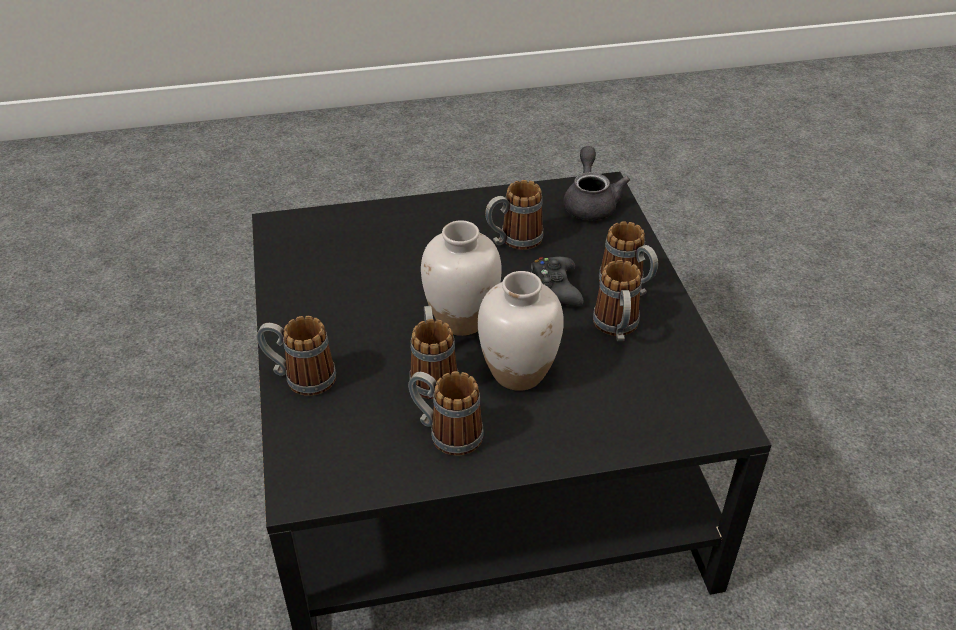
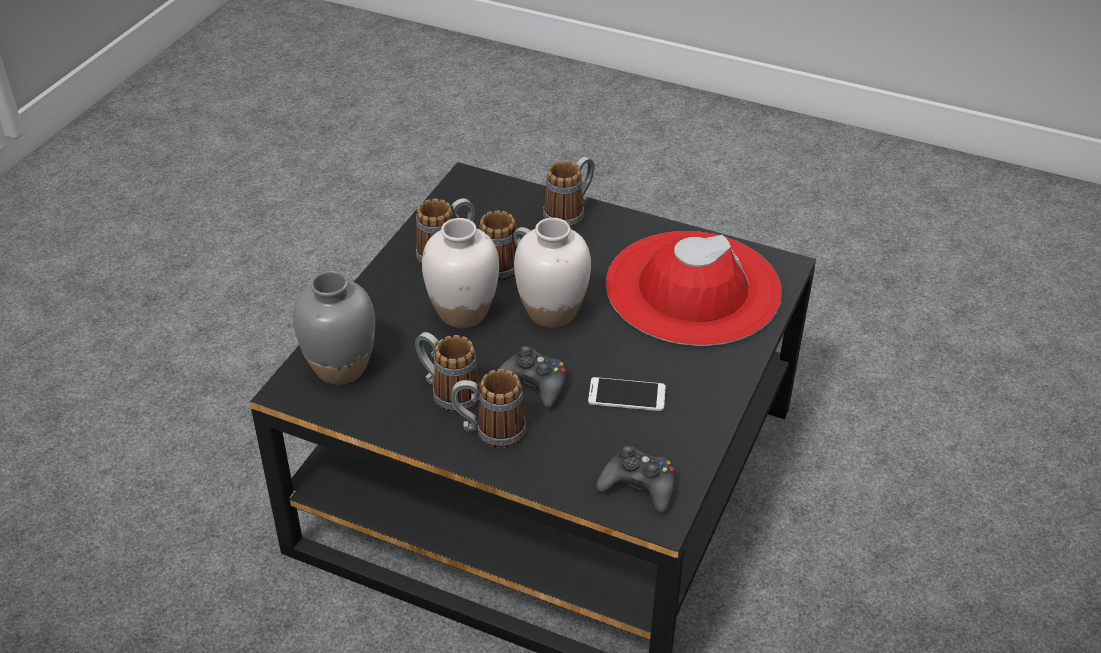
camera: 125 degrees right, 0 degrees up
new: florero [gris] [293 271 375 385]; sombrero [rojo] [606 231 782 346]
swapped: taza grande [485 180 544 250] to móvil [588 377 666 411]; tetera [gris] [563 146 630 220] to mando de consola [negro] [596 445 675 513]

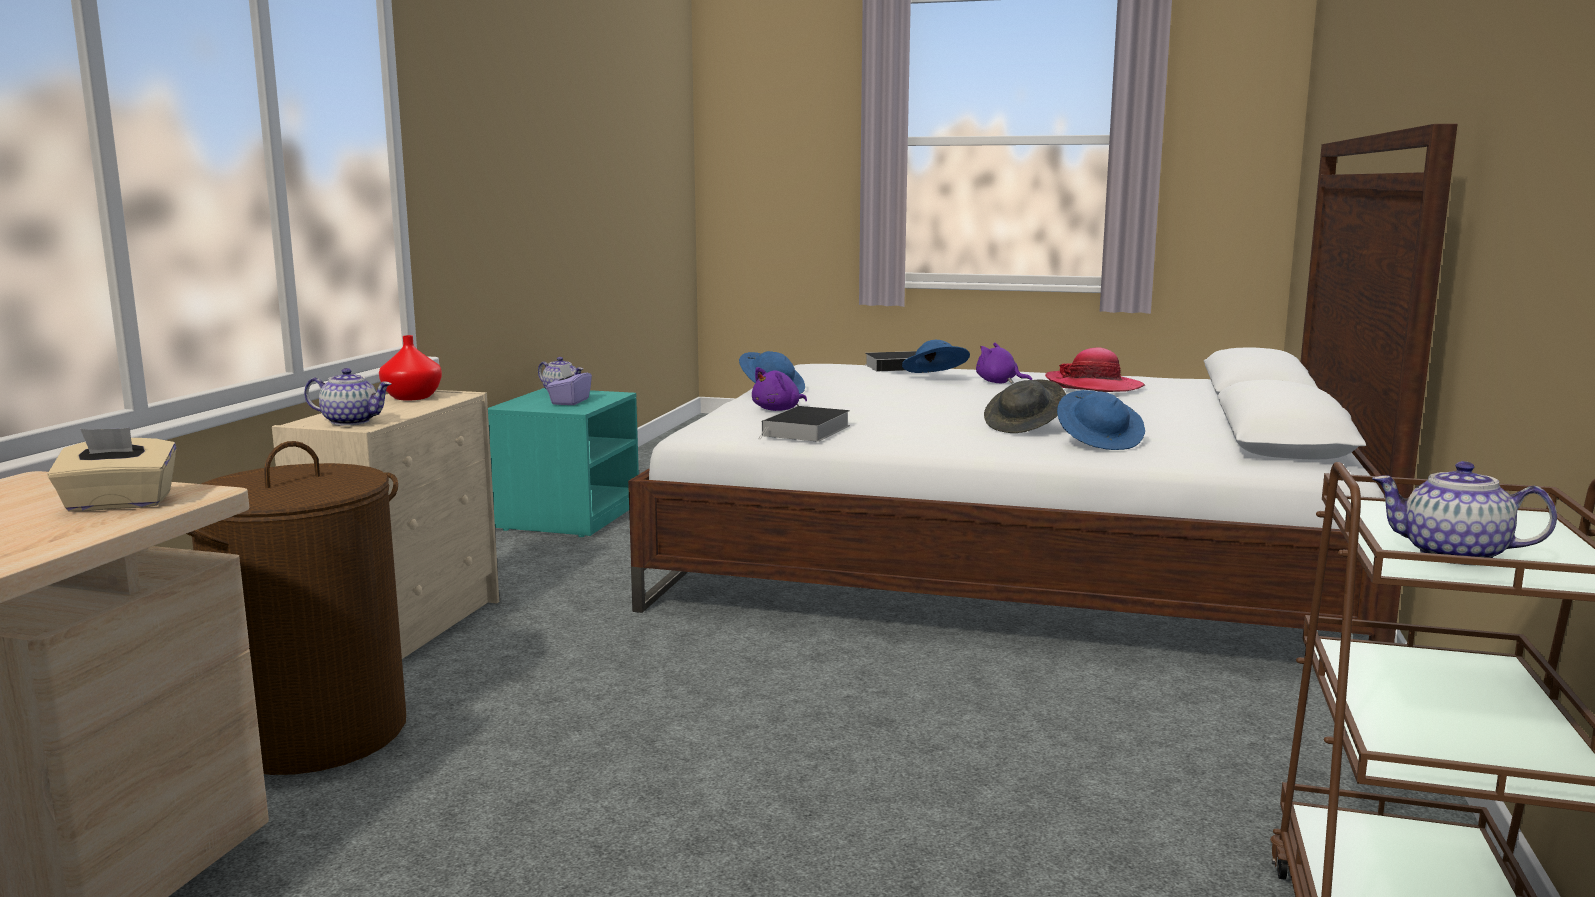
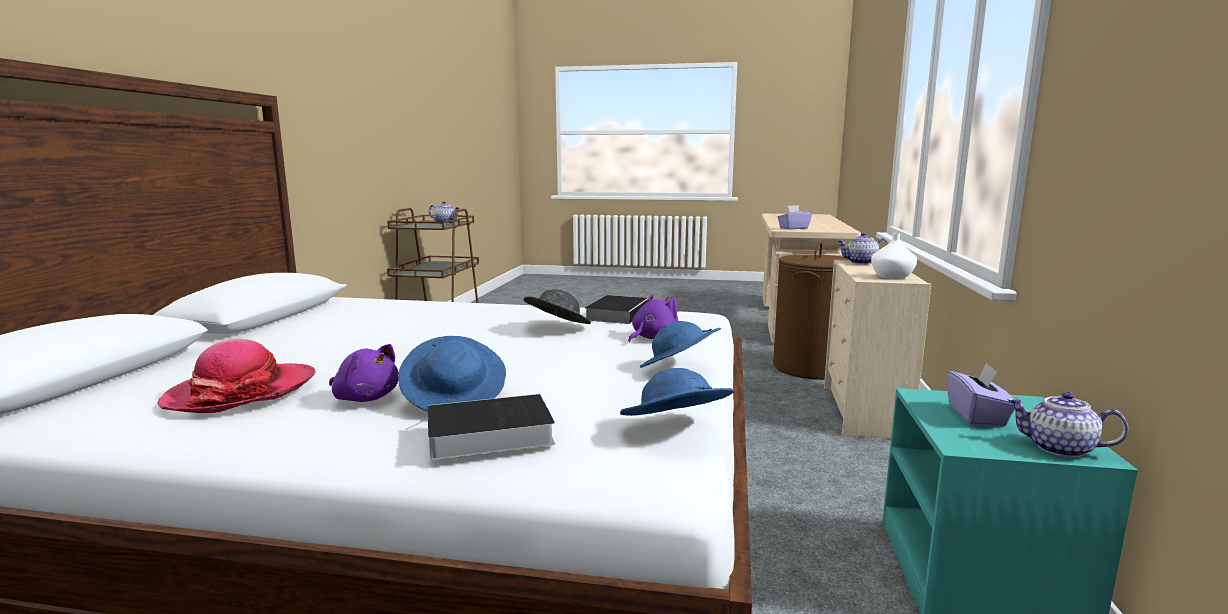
camera: 175 degrees right, 0 degrees up
shifted: sombrero [gris] [984 379 1066 433] to [523 289 591 324]; sombrero [azul] [1057 390 1145 450] to [620 368 734 416]
repainted: caja de pañuelos [beis] [48 428 176 511] to caja de pañuelos [morado] [777 205 812 230]; florero [rojo] [379 335 442 401] to florero [blanco] [871 233 917 279]

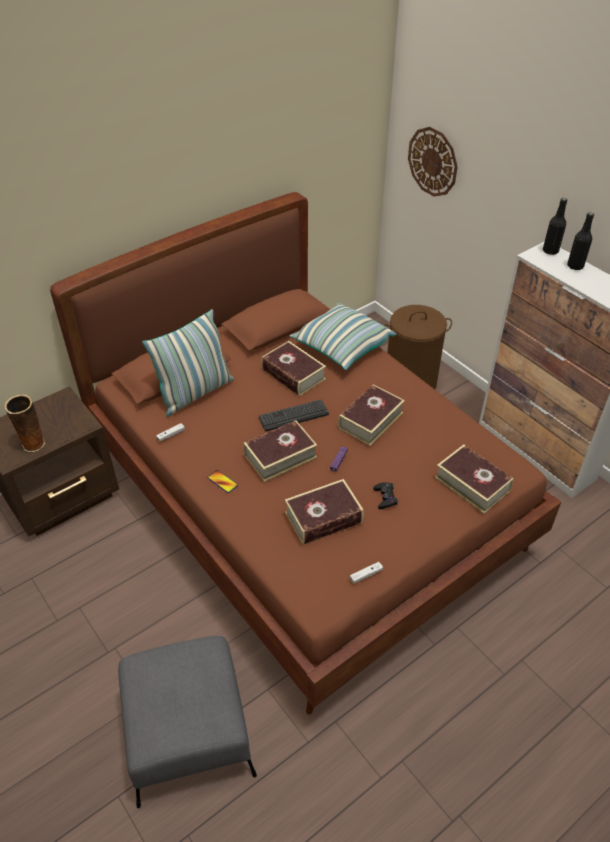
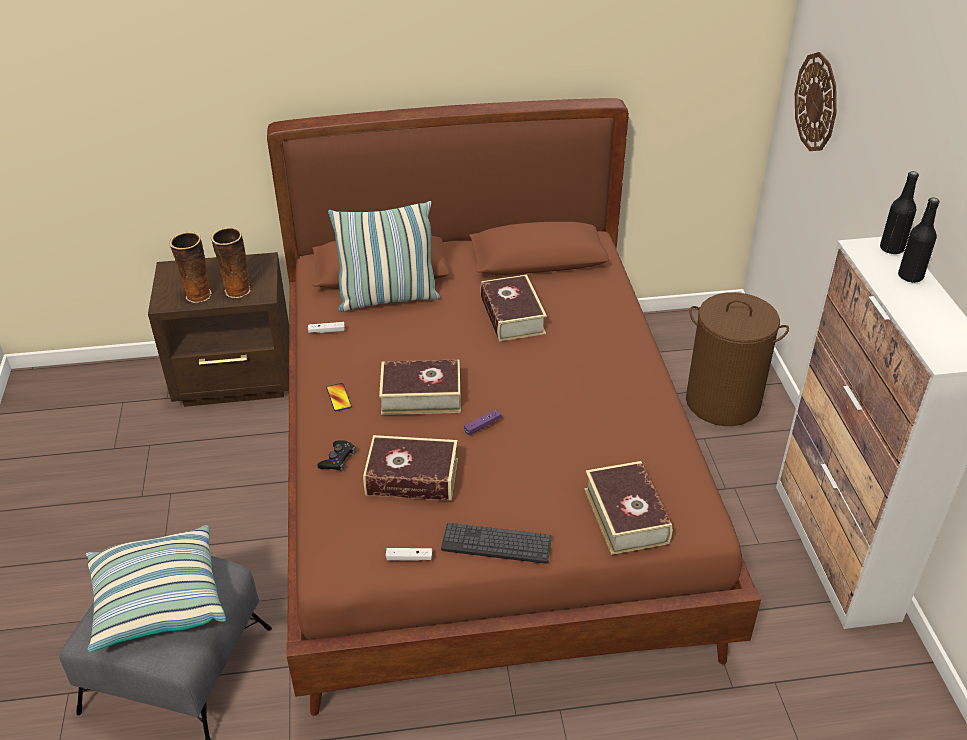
camera: 30 degrees right, 5 degrees down
gone: libro [338 384 405 446]
new: florero [211 227 251 298]
shifted: teclado [259 399 329 432] to [441 523 552 564]; cojín [290 303 396 370] to [86 525 226 652]; mando de consola [negro] [373 482 398 509] to [317 440 356 471]

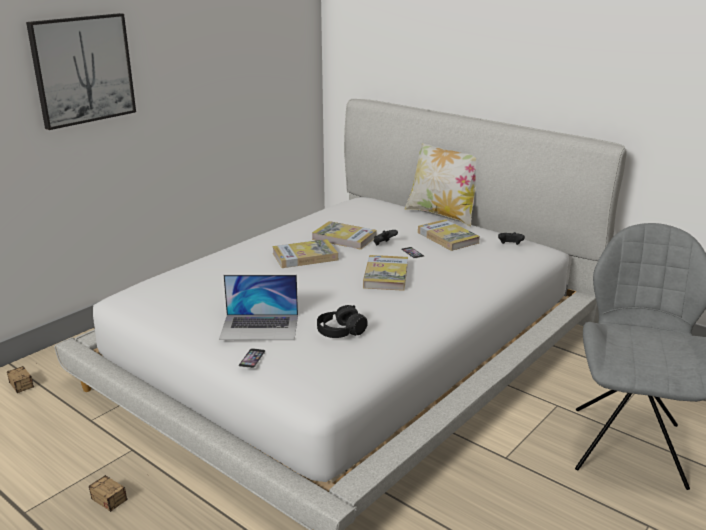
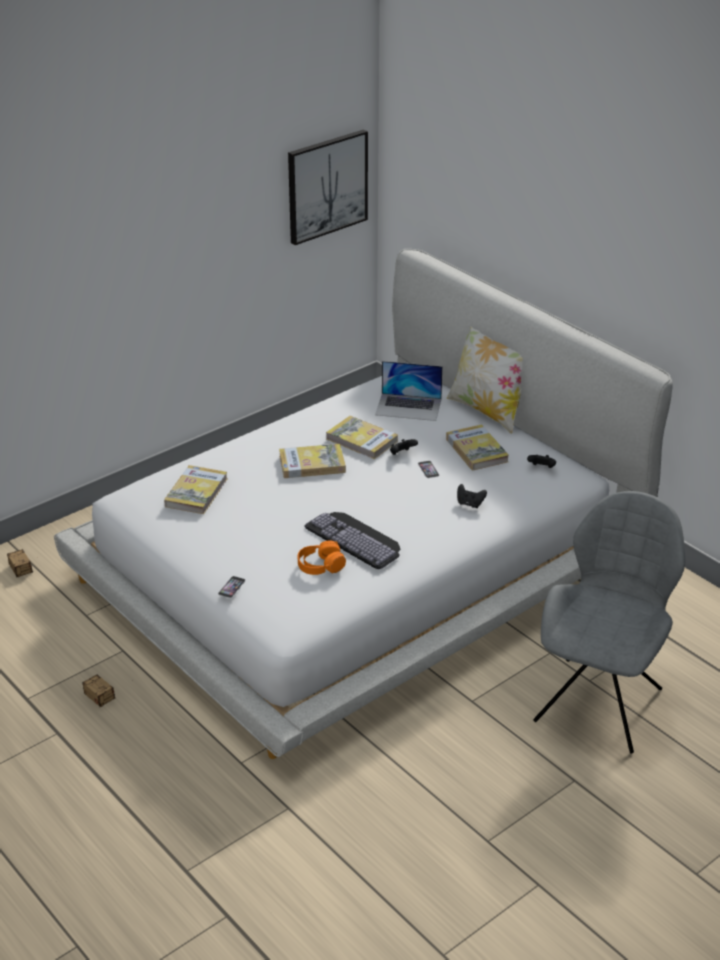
camera: 10 degrees right, 10 degrees up
new: teclado [304 512 400 569]; mando de consola [negro] [457 484 487 508]
shifted: cuadro [26 13 136 130] to [288 129 368 245]; portátil [219 275 298 340] to [375 361 443 421]; libro [363 255 408 291] to [164 465 227 514]
repainted: auriculares [negro] [317 305 368 338] to auriculares [naranja] [298 540 346 575]

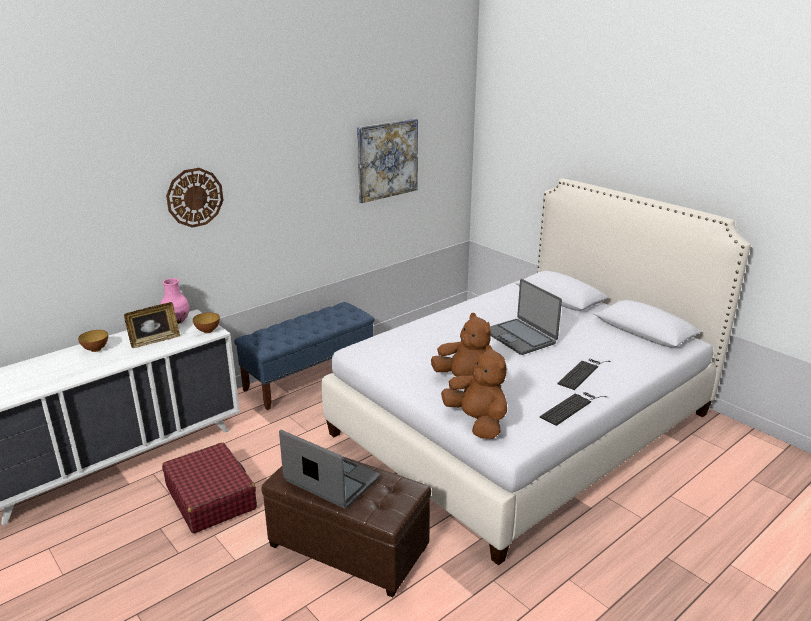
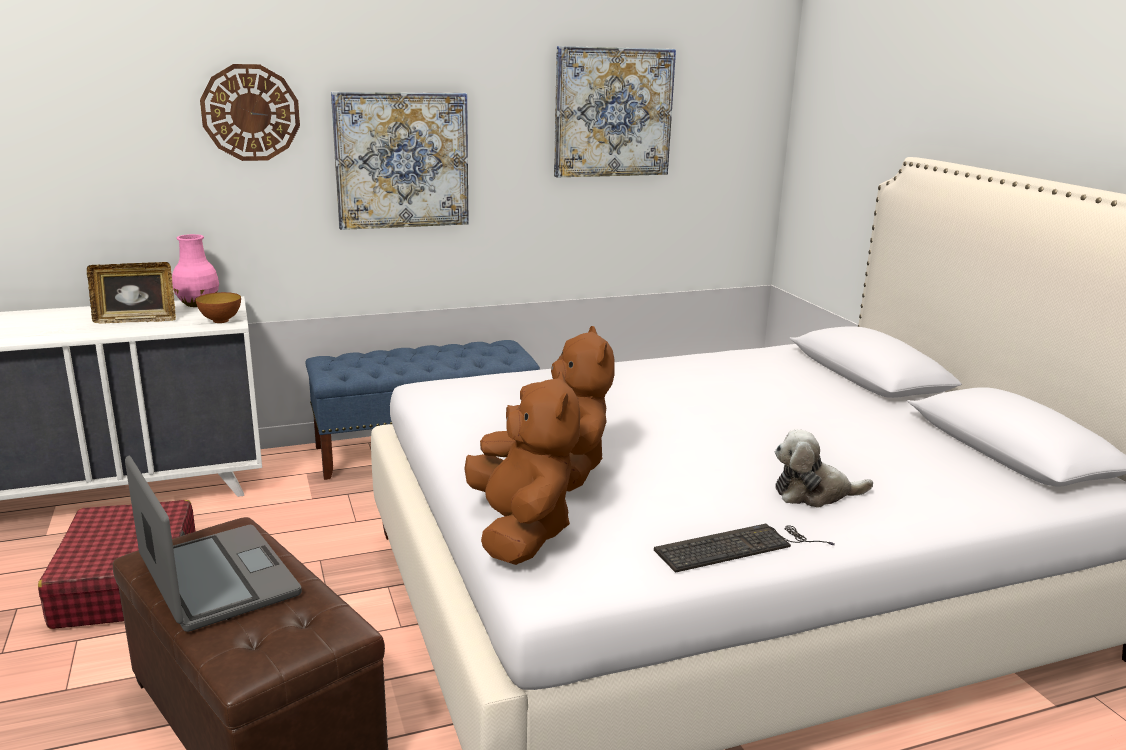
camera: 20 degrees right, 5 degrees down
gone: cuenco [78 330 108 352]; portátil [490 279 562 355]
new: cuadro [331 92 469 230]
swapped: teclado [558 359 611 390] to peluche [775 430 873 508]

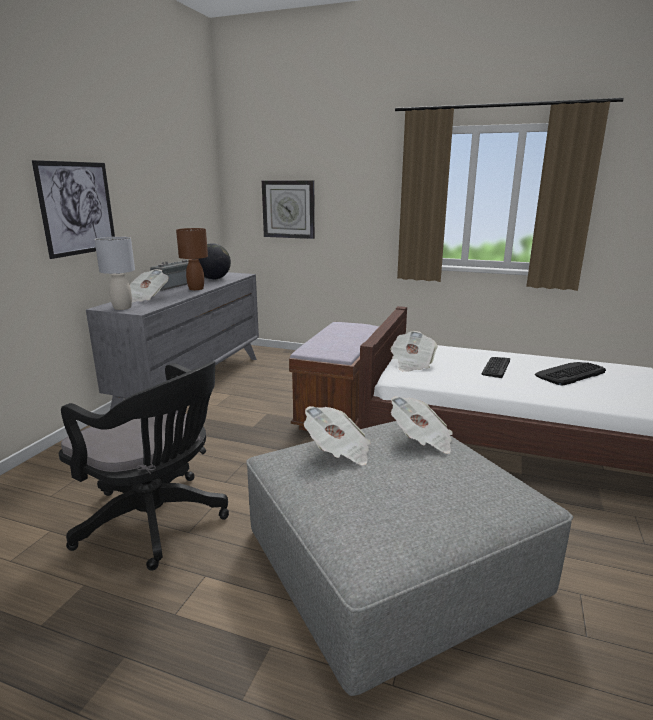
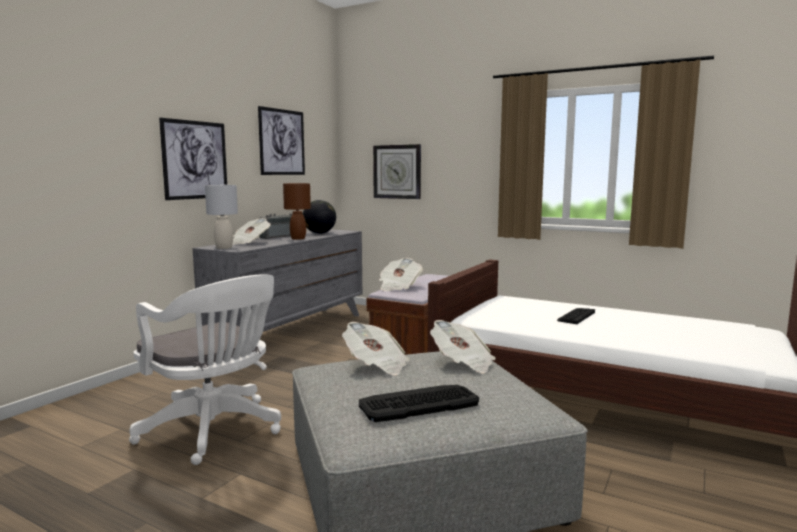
camera: 10 degrees right, 10 degrees down
new: cuadro [258 106 305 175]
shifted: periódico [390 331 438 372] to [379 258 423 291]; teclado [535 362 606 386] to [359 385 479 422]
repainted: silla de oficina [negro] [59 361 229 571] to silla de oficina [blanco] [129 275 281 465]

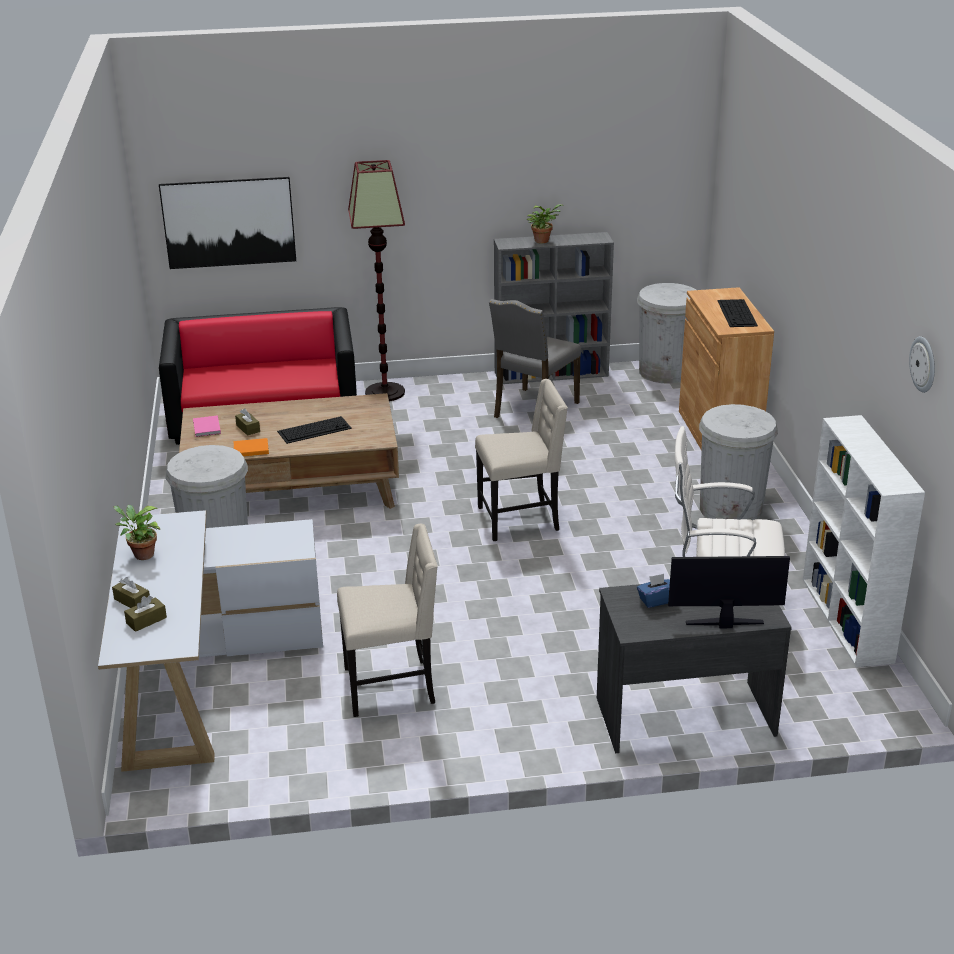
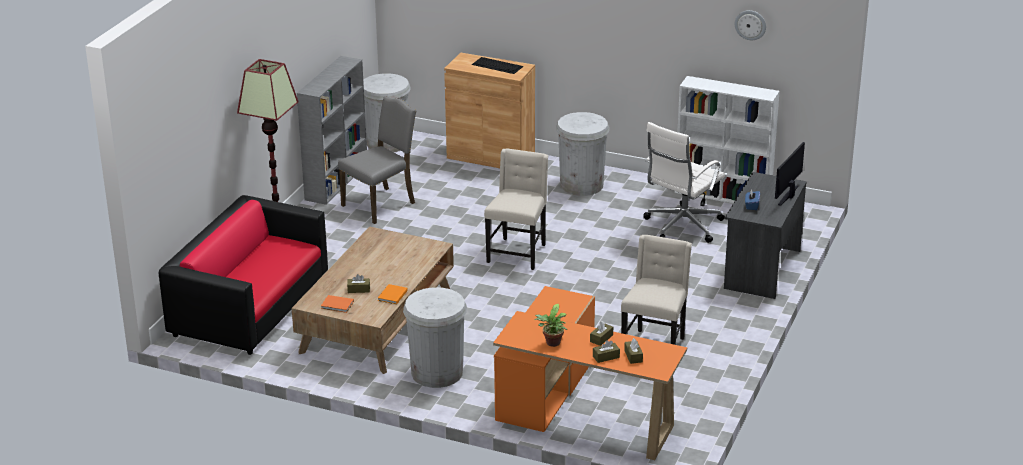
camera: 60 degrees left, 0 degrees up
gone: cuadro [159 177 296 269]; teclado [277 416 352 444]; planta en maceta [527 204 563 243]
new: caja de pañuelos [marrón] [590 321 613 346]
repainted: escritorio [blanco] [98 510 323 772] to escritorio [naranja] [493 286 687 460]; libro [rosa] [193 415 221 437] to libro [naranja] [321 295 354 313]
rotated: silla [gris] [489 299 581 418] = [338 96 416 224] 105 degrees counterclockwise

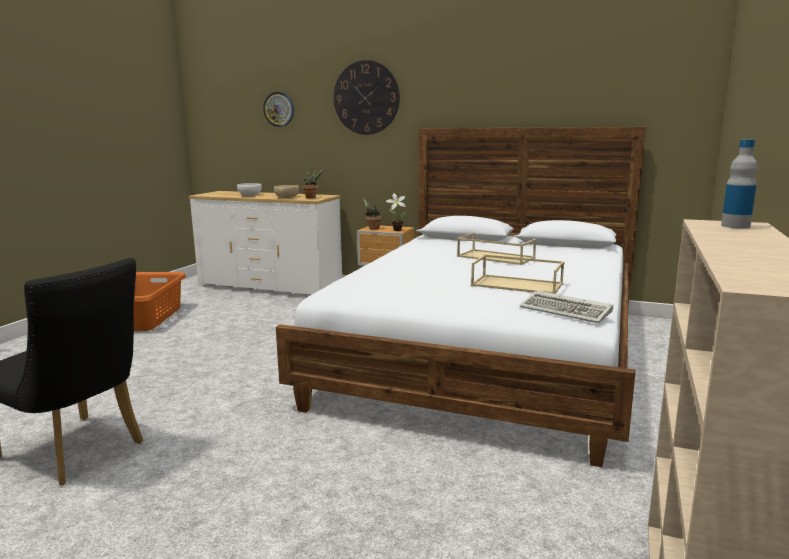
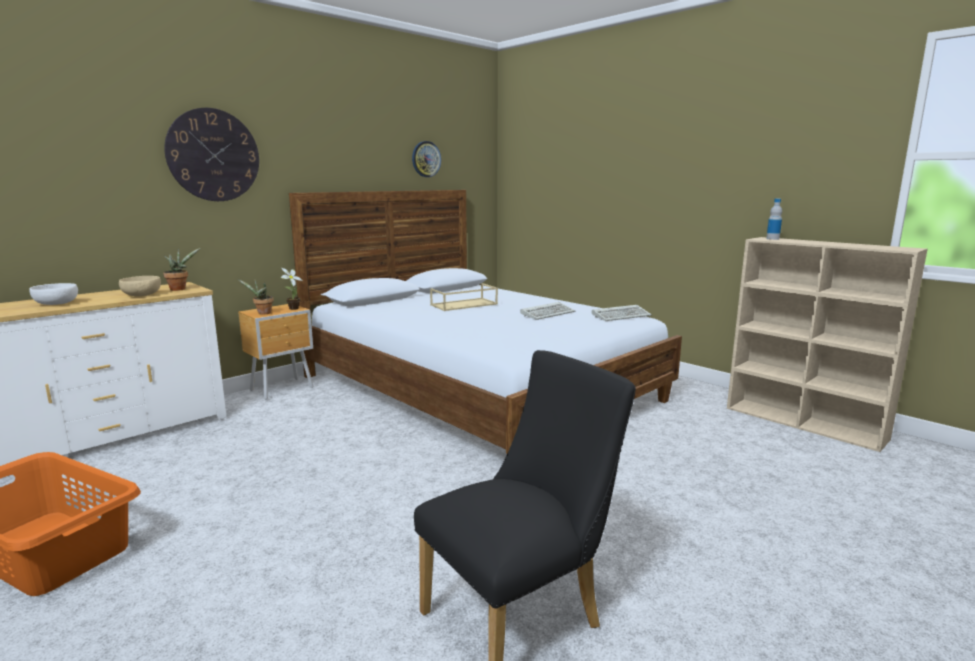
camera: 65 degrees left, 0 degrees up
shifted: reloj de pared [263 92 294 127] to [412 141 441 177]
swapped: bandeja [beis] [471 255 565 294] to teclado [520 302 575 320]

